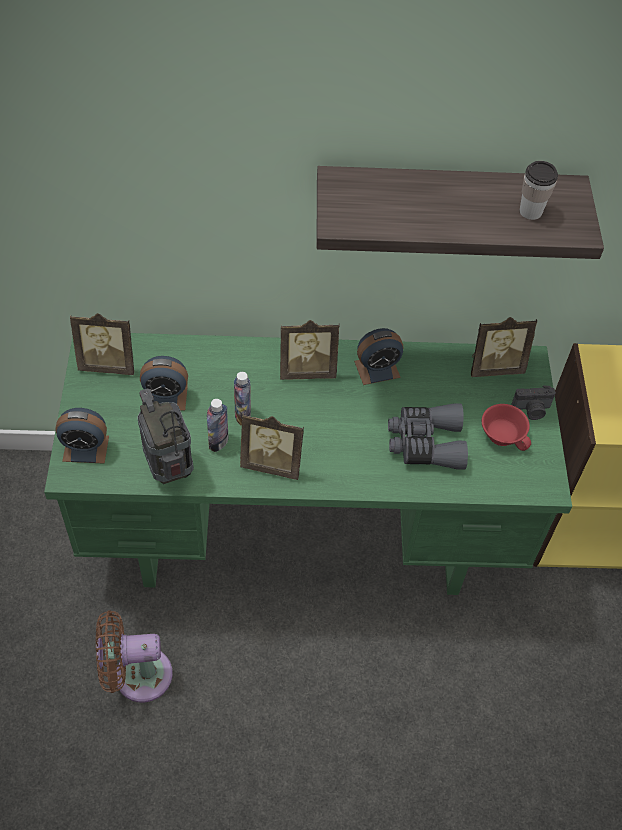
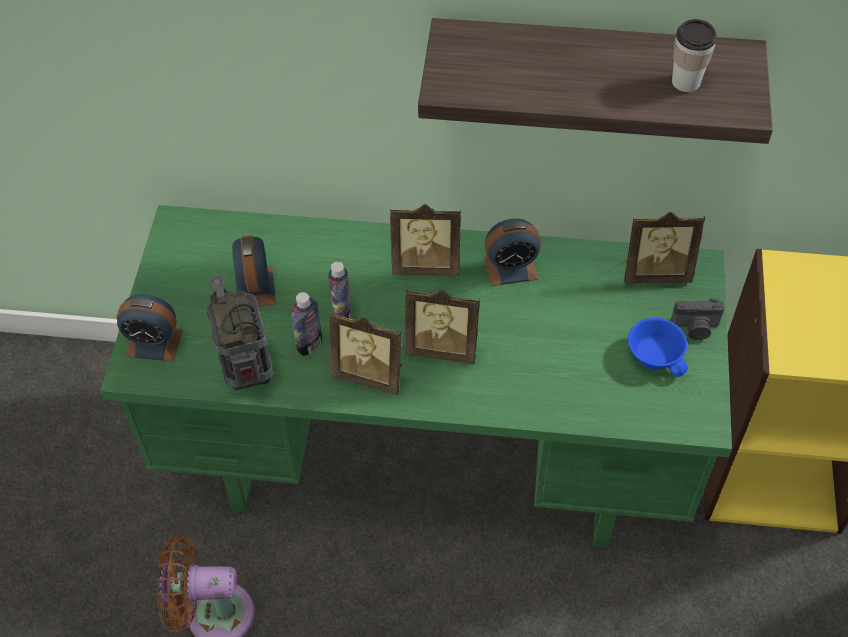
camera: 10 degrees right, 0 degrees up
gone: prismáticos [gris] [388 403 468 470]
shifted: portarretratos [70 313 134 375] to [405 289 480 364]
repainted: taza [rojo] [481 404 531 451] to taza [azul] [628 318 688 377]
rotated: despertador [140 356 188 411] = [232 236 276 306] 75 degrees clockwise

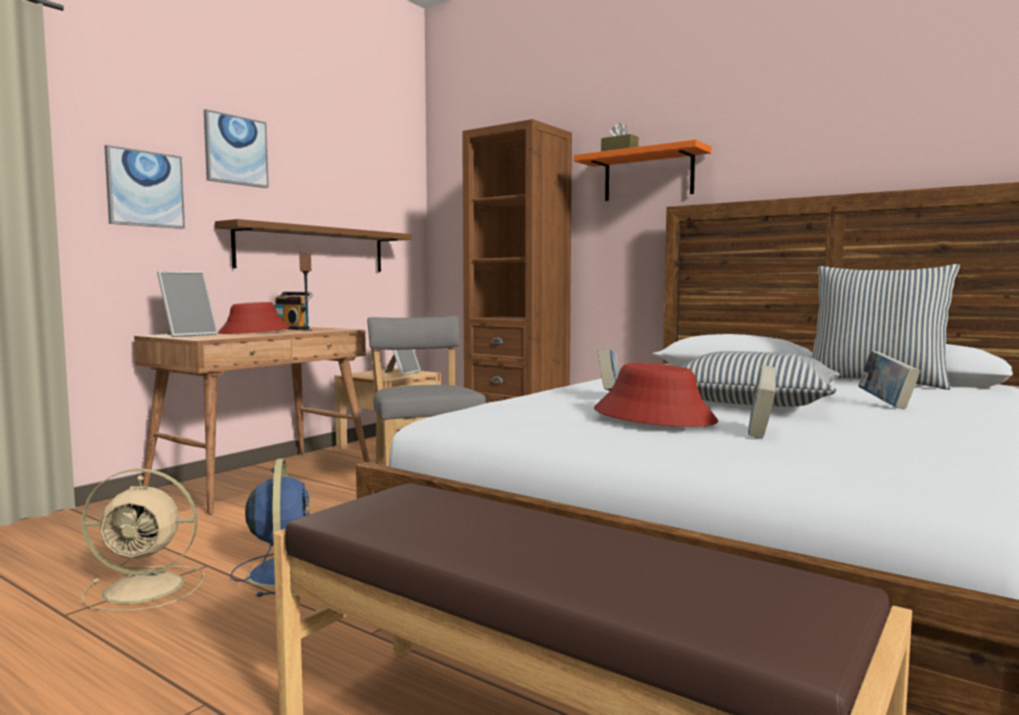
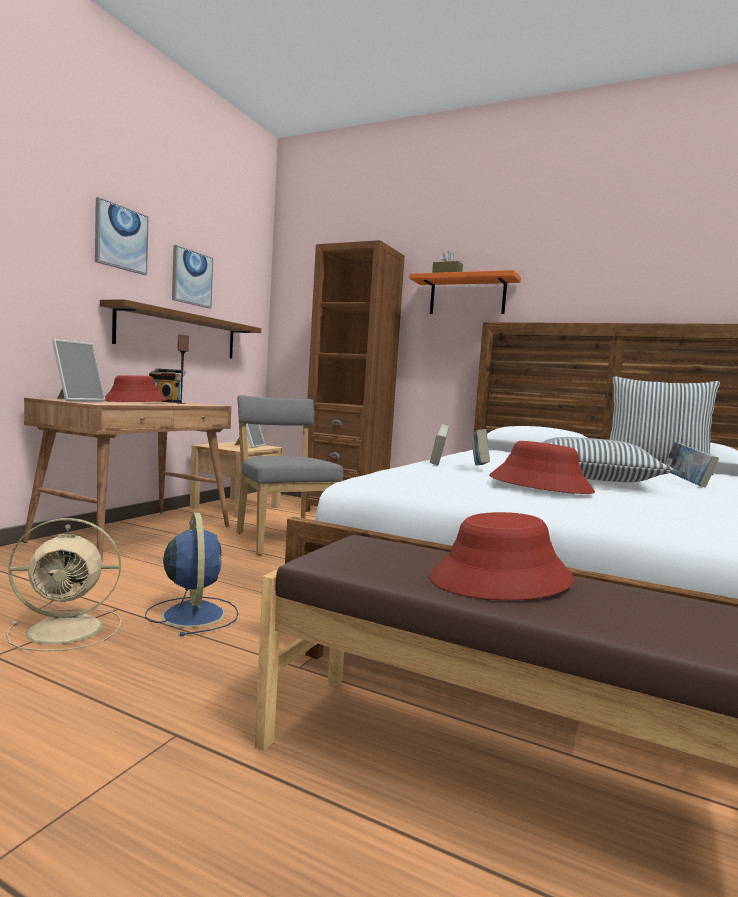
camera: 10 degrees left, 0 degrees up
new: sombrero [rojo] [429 512 574 600]
shifted: cuadro [104 145 185 229] to [172 245 213 309]; libro [748 365 776 439] to [430 424 449 465]

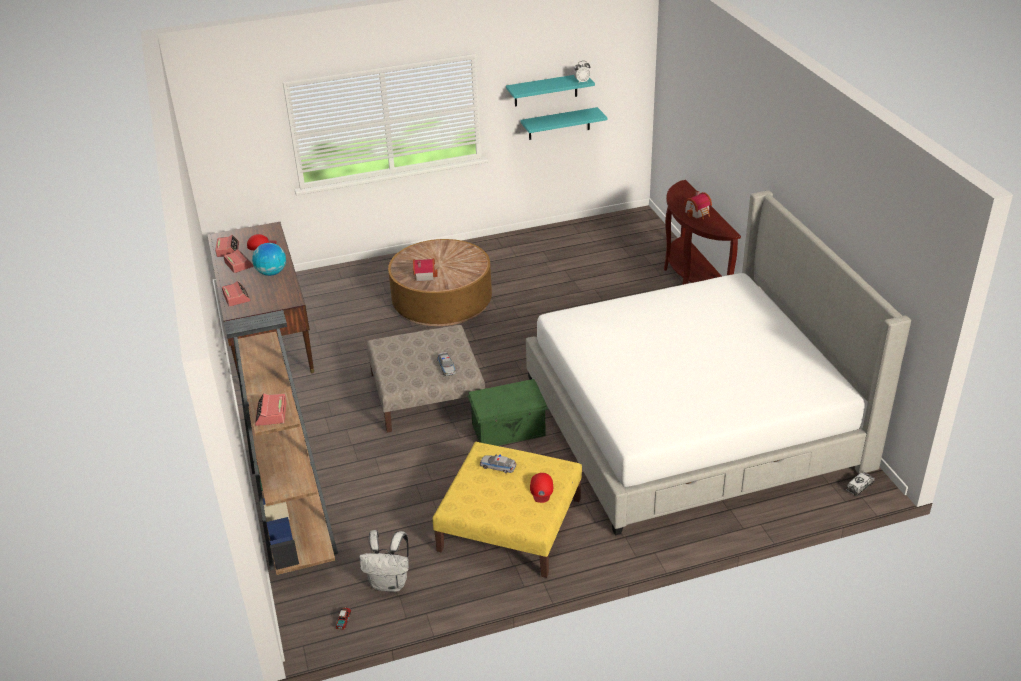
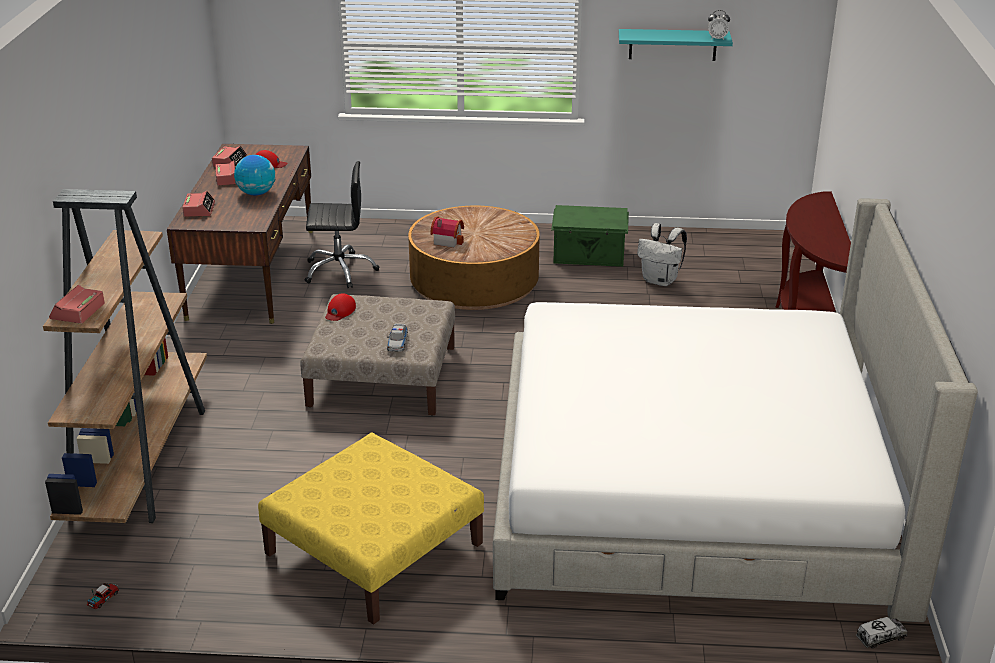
camera: 20 degrees right, 5 degrees down
gone: coche de juguete [480 454 516 473]; estante [turquesa] [520 107 607 140]; casita [683 191 712 219]
new: silla de oficina [negro] [305 161 379 288]
shifted: mochila [blanco] [359 530 409 592] to [637 223 687 286]; caja de almacenaje [verde] [468 379 548 446] to [551 205 629 267]; gorra [rojo] [530 473 553 503] to [325 293 356 321]

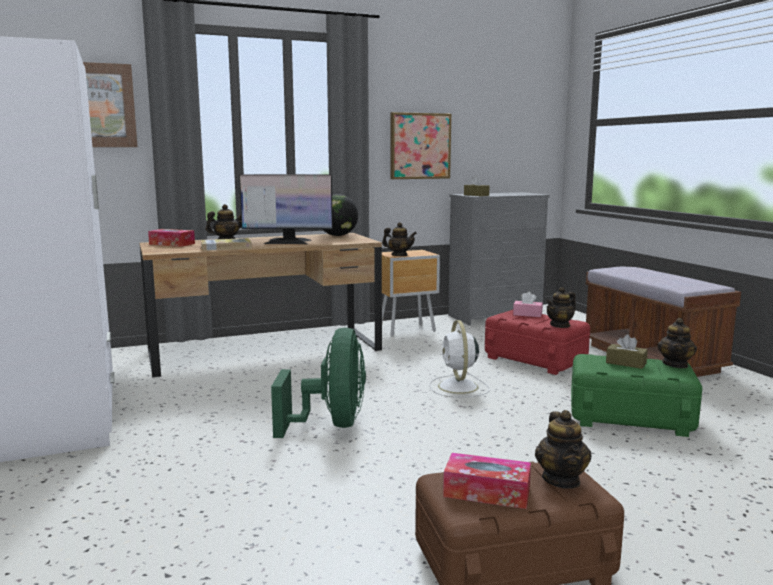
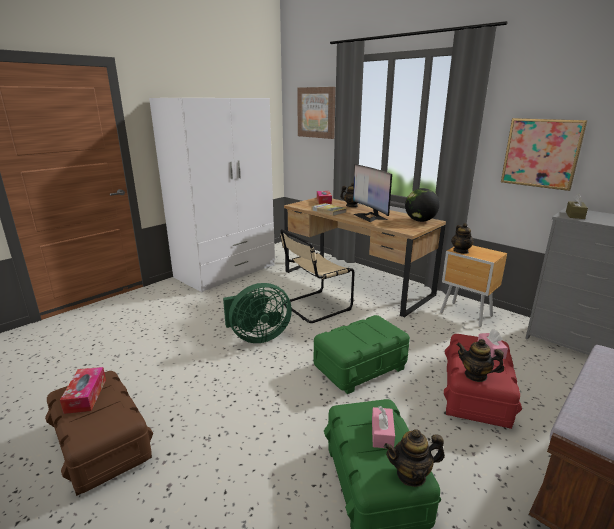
camera: 65 degrees right, 10 degrees up
gone: tetera [535 410 592 489]
new: silla [beis] [280 229 355 323]
swapped: ventilador [blanco] [429 320 490 397] to caja de almacenaje [verde] [314 315 410 394]
repainted: caja de pañuelos [marrón] [606 335 648 369] to caja de pañuelos [rosa] [372 406 395 449]

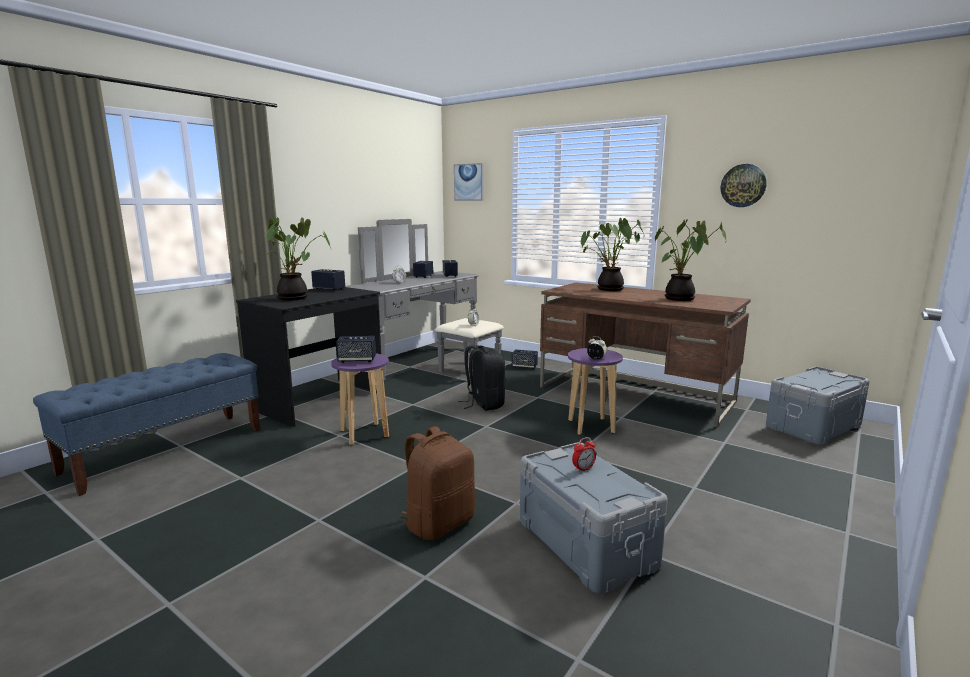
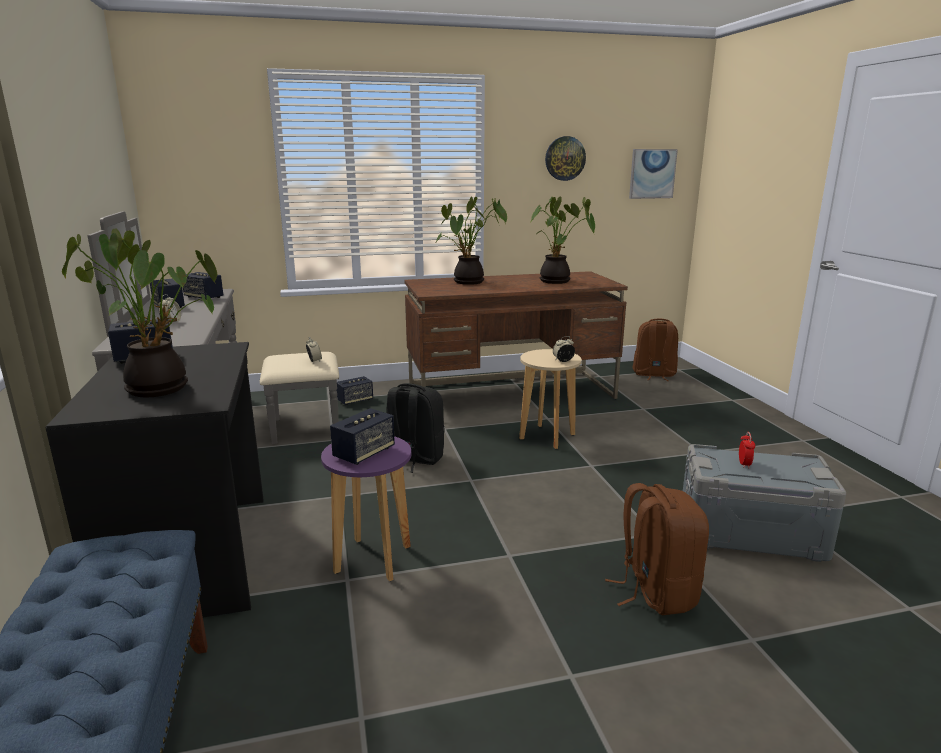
camera: 50 degrees left, 5 degrees up
shifted: cuadro [454 163 484 201] to [629 149 678 199]
swapped: caja de almacenaje [gris] [766 366 870 444] to mochila [marrón] [632 319 678 381]
repainted: taburete [morado] [568 348 623 435] to taburete [beis] [519 349 582 449]

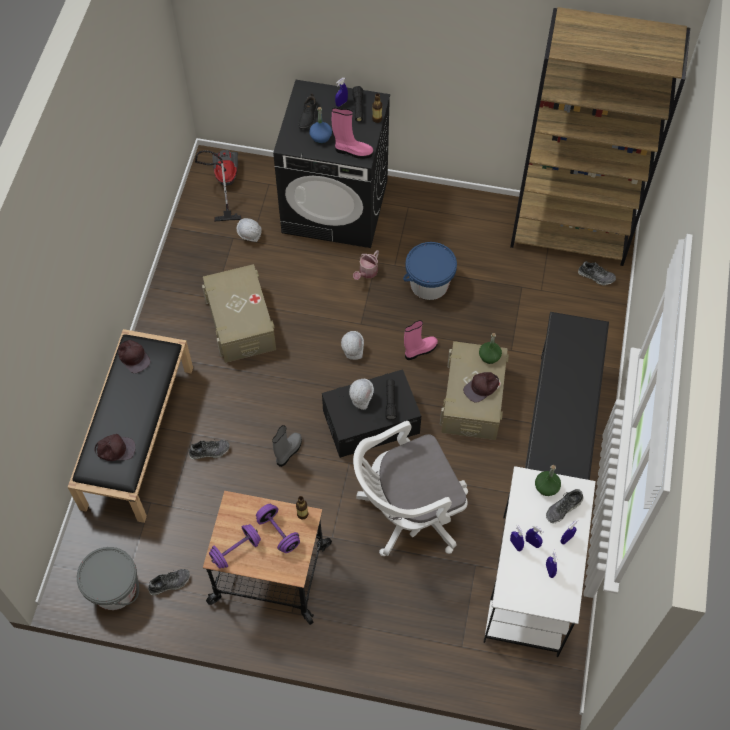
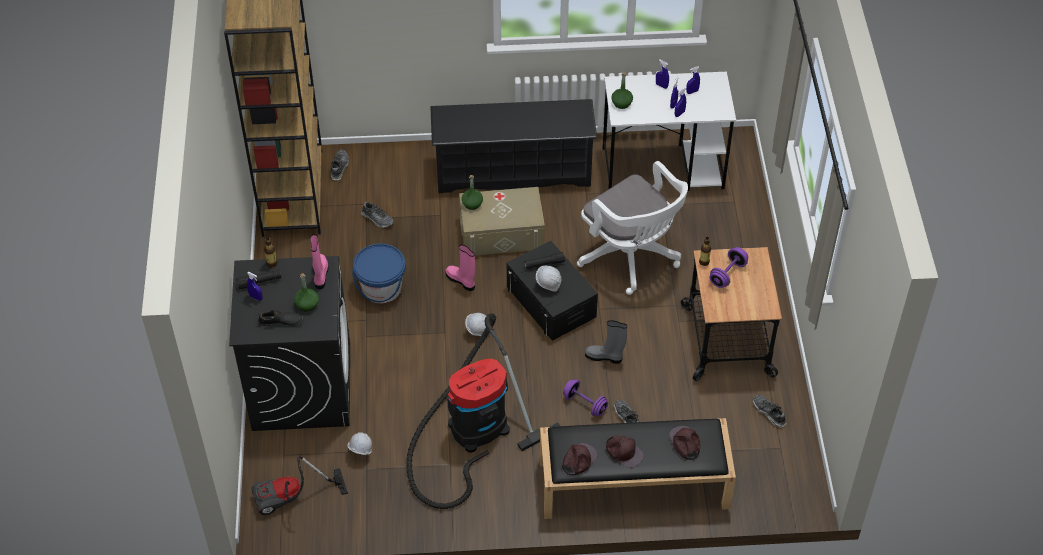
camera: 105 degrees left, 10 degrees down
gone: cubo [gris] [77 547 139 610]; regadera [353 250 379 280]
shifted: mancuerna [morado] [209 524 261 569] to [563 380 608 416]; gorra [marrón] [463 372 499 402] to [606 436 644 468]; zapato [546 489 584 523] to [361 202 394 228]
swapped: caja de almacenaje [beis] [202 264 276 363] to aspiradora [406 313 560 509]
repainted: botella [azul] [309 107 332 144] to botella [verde] [294 273 319 312]

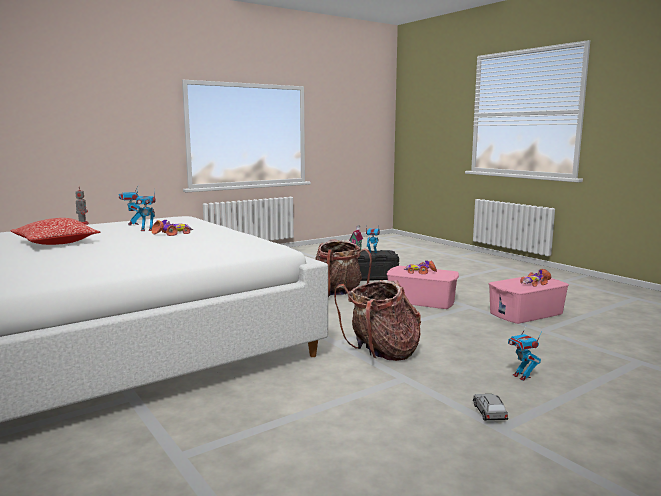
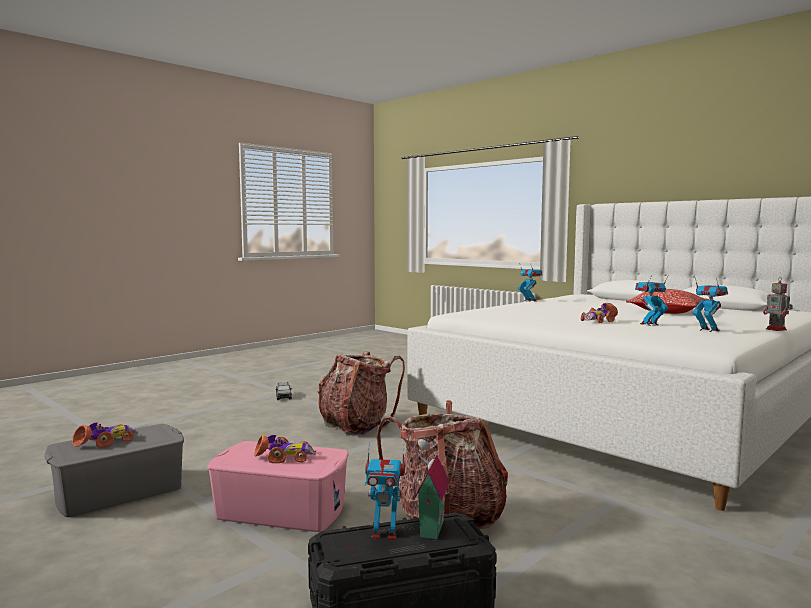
camera: 170 degrees right, 5 degrees down
shifted: robot de juguete [508 325 542 381] to [518 263 542 302]
repainted: caja de almacenaje [rosa] [489 276 569 324] to caja de almacenaje [gris] [44 424 184 517]

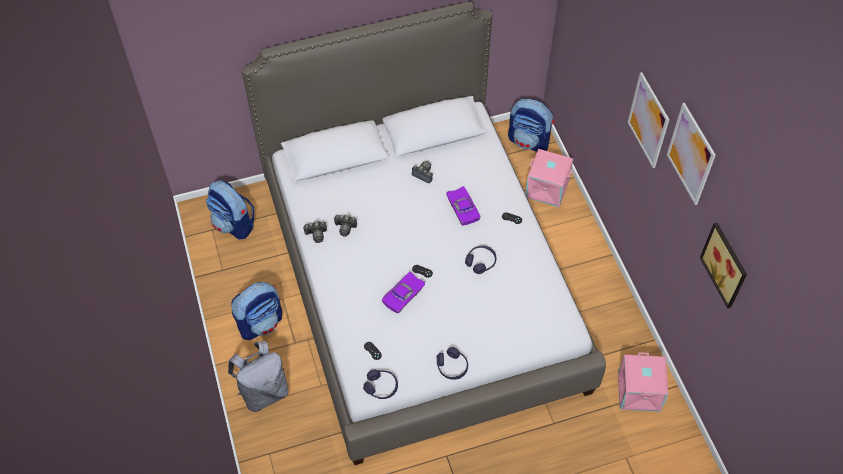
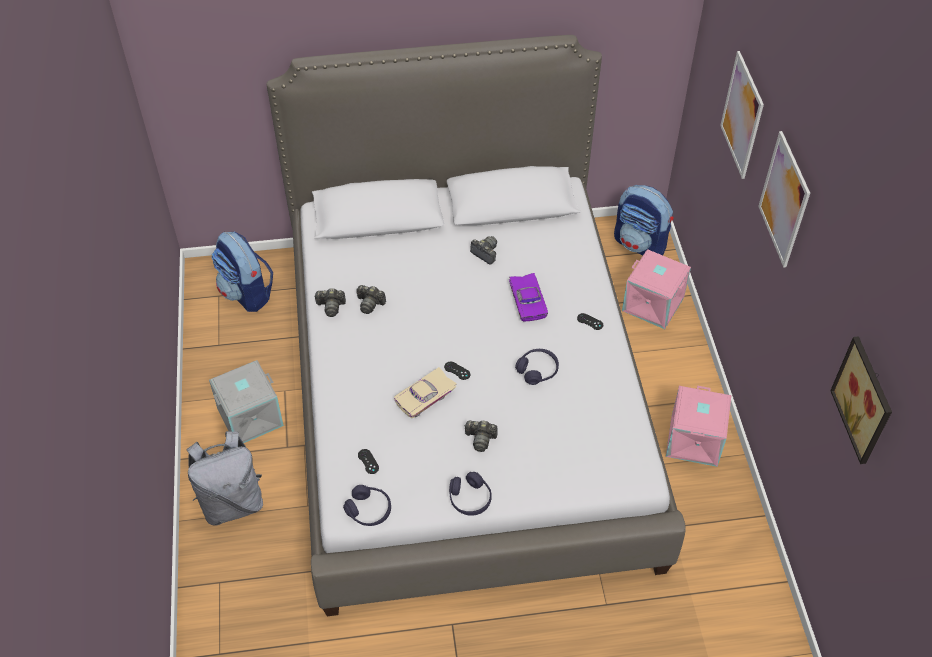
camera: 10 degrees right, 5 degrees down
new: cámara [464 421 498 452]
shifted: caja de almacenaje [rosa] [618 352 669 412] to [666 385 731 467]; cuadro [667 103 716 205] to [720 51 764 179]
swapped: mochila [231 282 282 340] to caja de almacenaje [gris] [209 360 284 443]
repainted: coche de juguete [morado] [382 271 426 313] to coche de juguete [beis] [394 367 456 418]

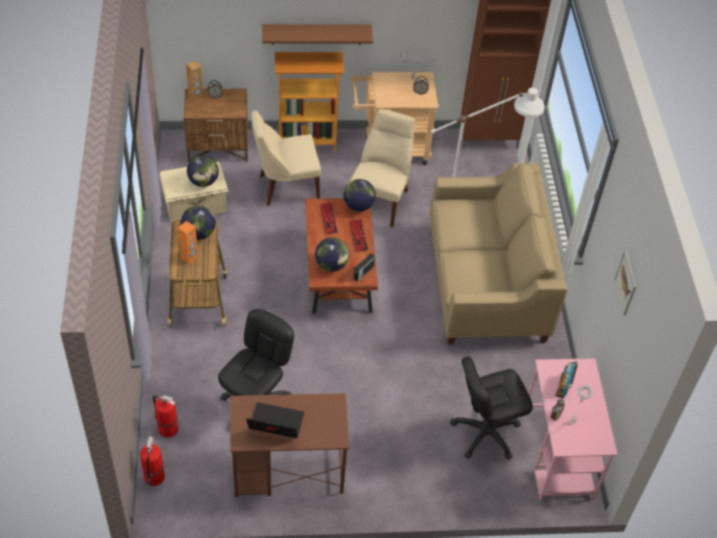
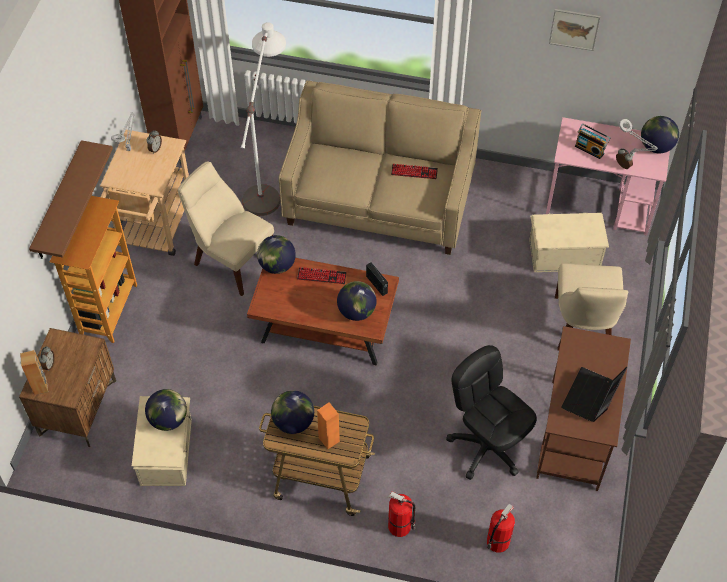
camera: 70 degrees left, 5 degrees up
new: globo terráqueo [641 116 679 153]
shifted: extintor [140 436 165 486] to [388 491 416 537]; silla [beis] [251 110 321 206] to [555 264 628 351]; teclado [320 202 338 235] to [391 164 438 179]
swapped: silla de oficina [negro] [450 357 533 460] to caja de almacenaje [beis] [529 213 609 272]

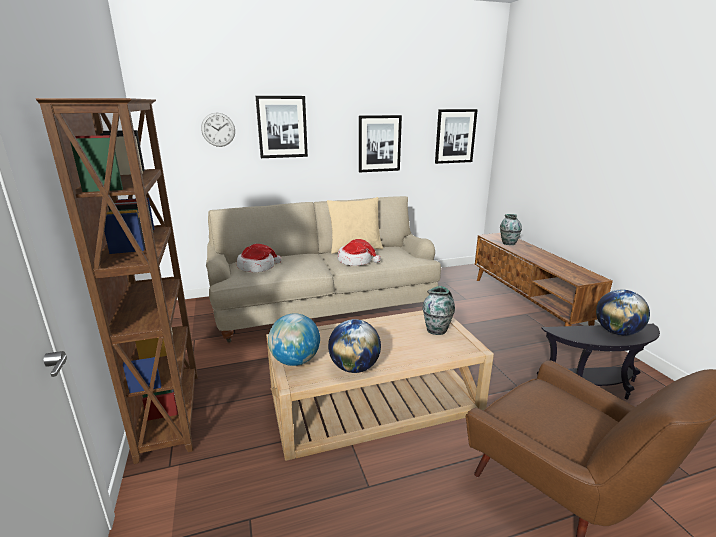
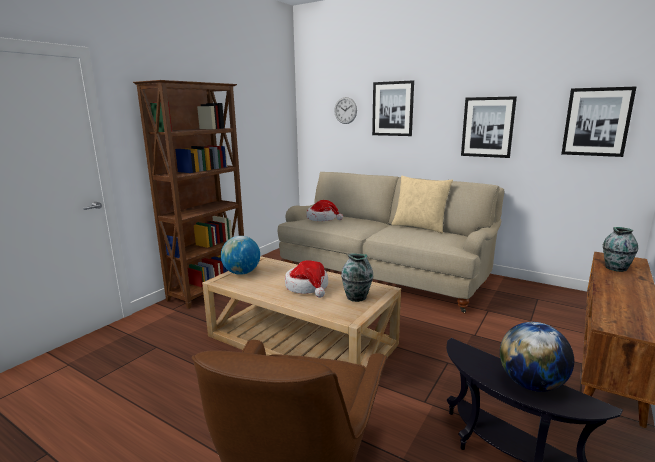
camera: 50 degrees right, 5 degrees down
gone: globo terráqueo [328 319 381 373]
shifted: sombrero [337 239 381 266] to [285 260 328 298]

